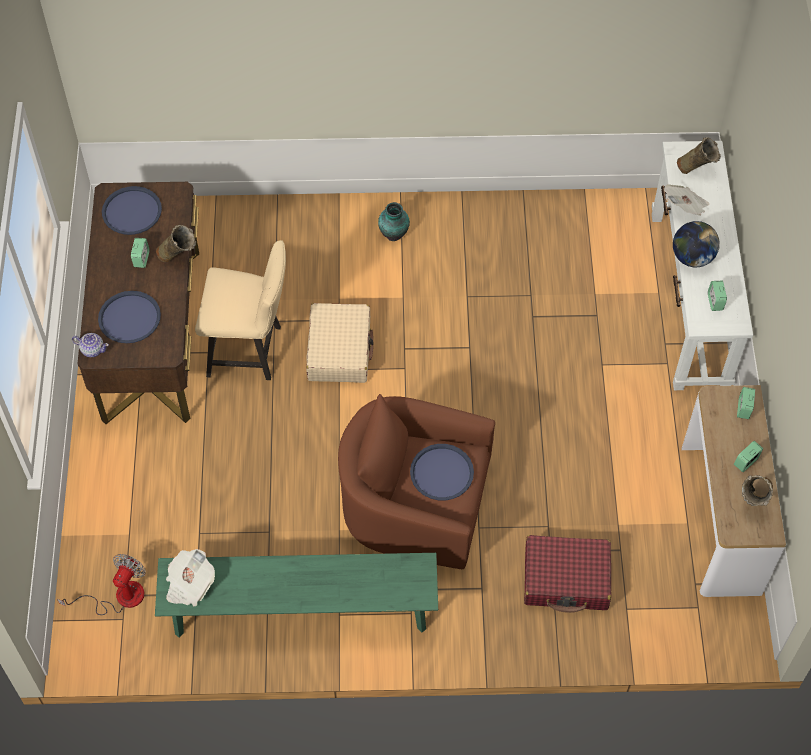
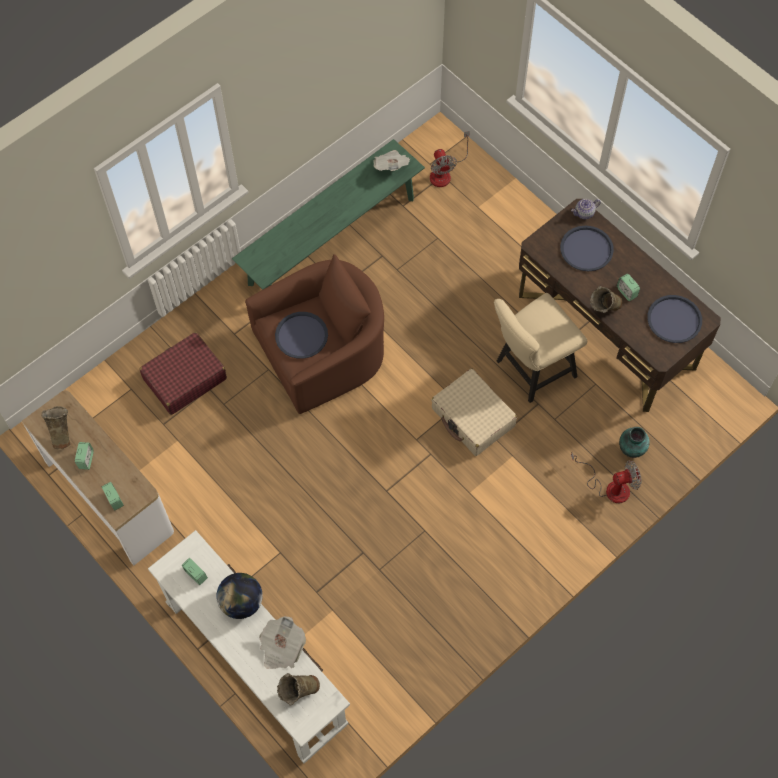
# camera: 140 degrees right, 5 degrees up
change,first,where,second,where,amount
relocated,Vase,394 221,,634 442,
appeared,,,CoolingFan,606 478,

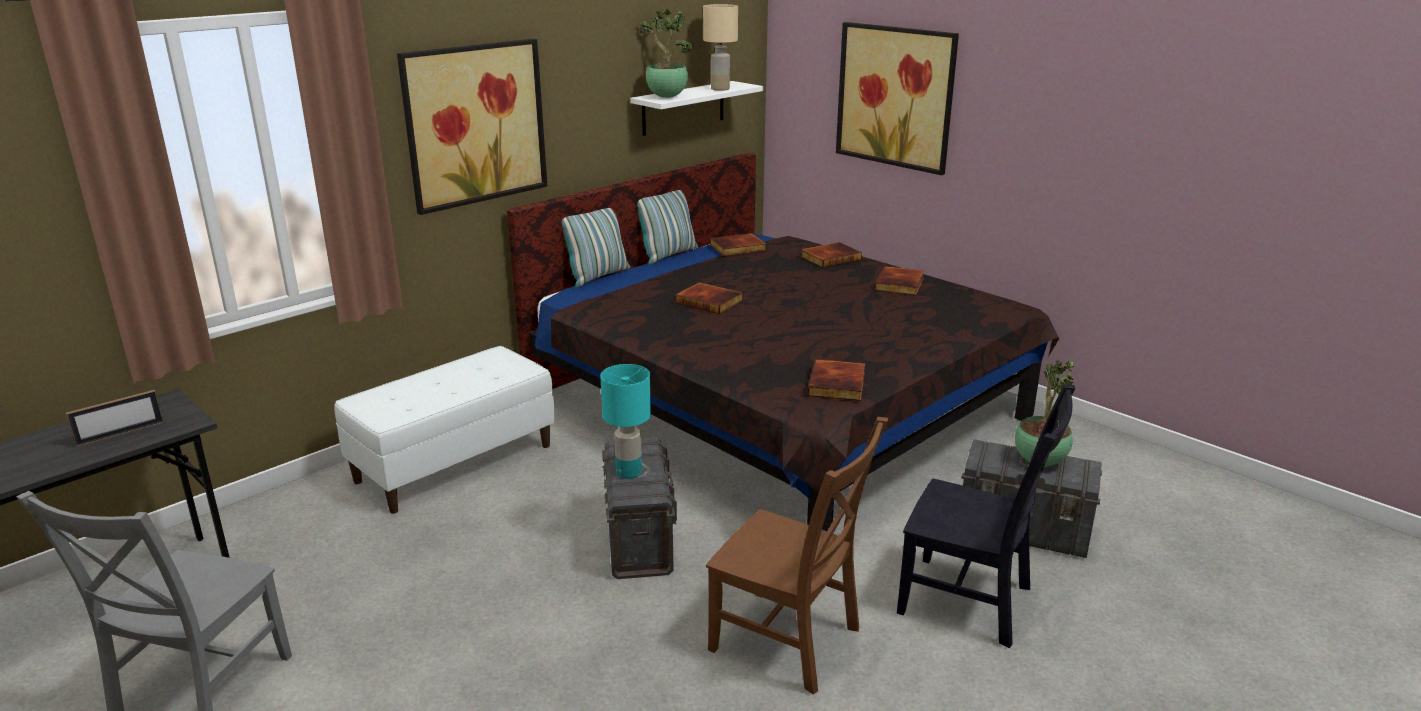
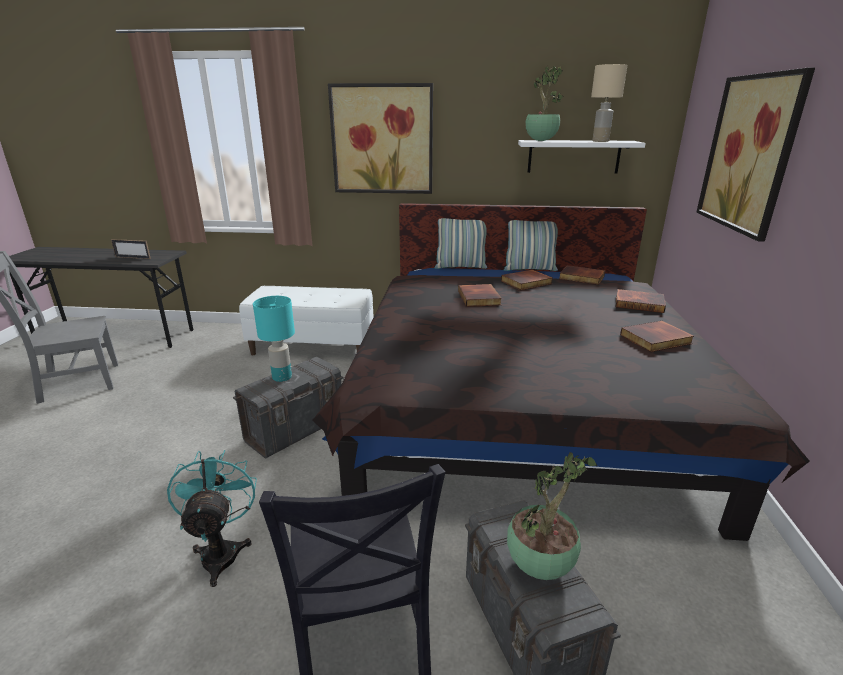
# camera: 50 degrees right, 0 degrees up
change,first,where,second,where,amount
exchanged,BrownishUprightChair,797 556,TurquoiseCoolingFan,212 518,
relocated,BoundBook,836 380,,527 280,

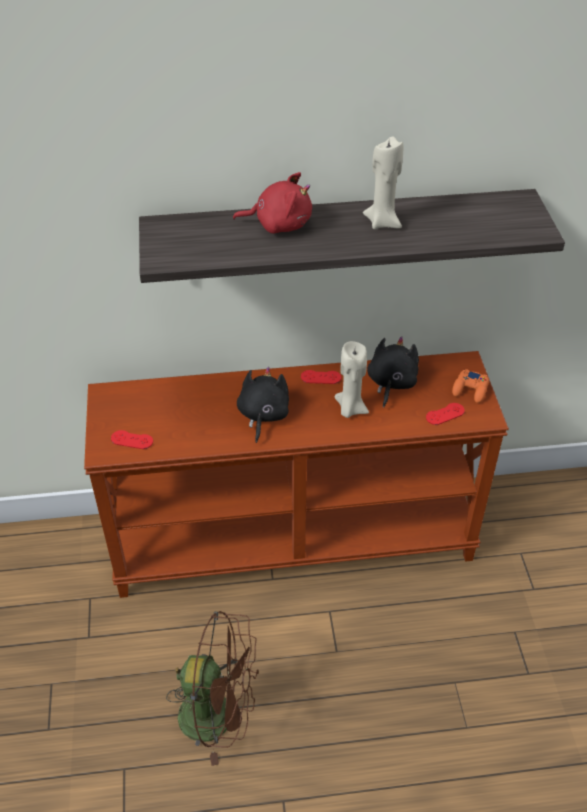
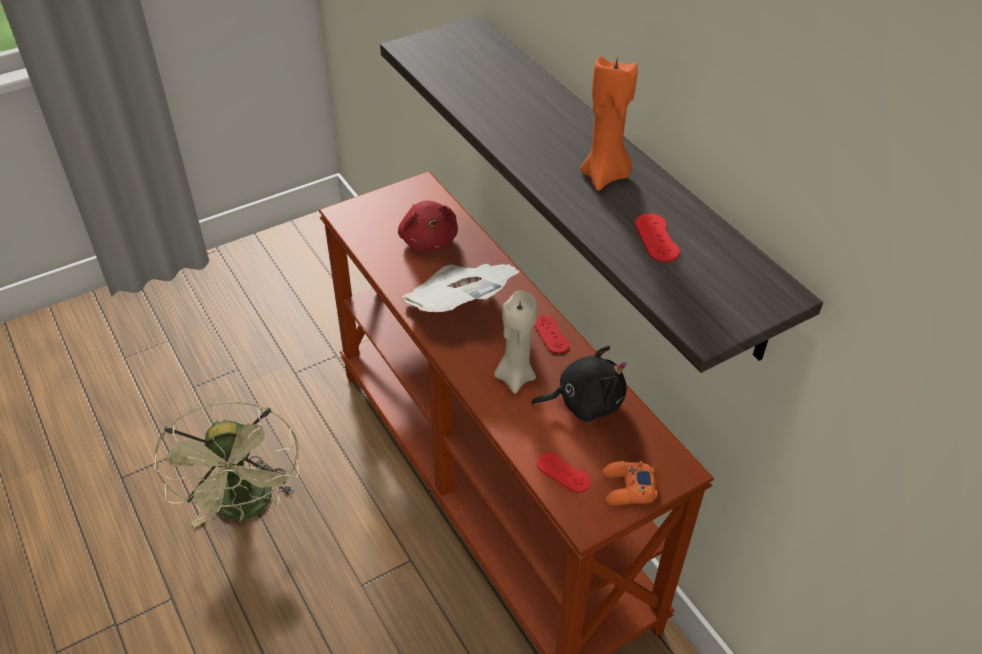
# camera: 65 degrees right, 0 degrees up
change,first,where,second,where,amount
relocated,RedColouredGamepad,132 439,,657 237,
colour,BrownishCoolingFan,212 688,GreenColouredCoolingFan,226 464,
relocated,RedColouredSoftToy,272 203,,428 226,
exchanged,BlackSoftToy,263 405,PrintedPaper,460 288,
colour,SandColouredWaxCandle,383 182,OrangeWaxCandle,609 123,

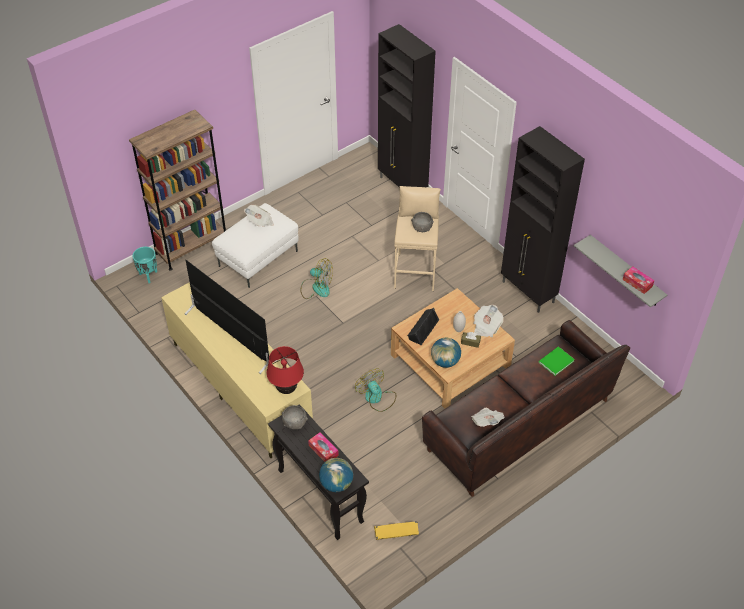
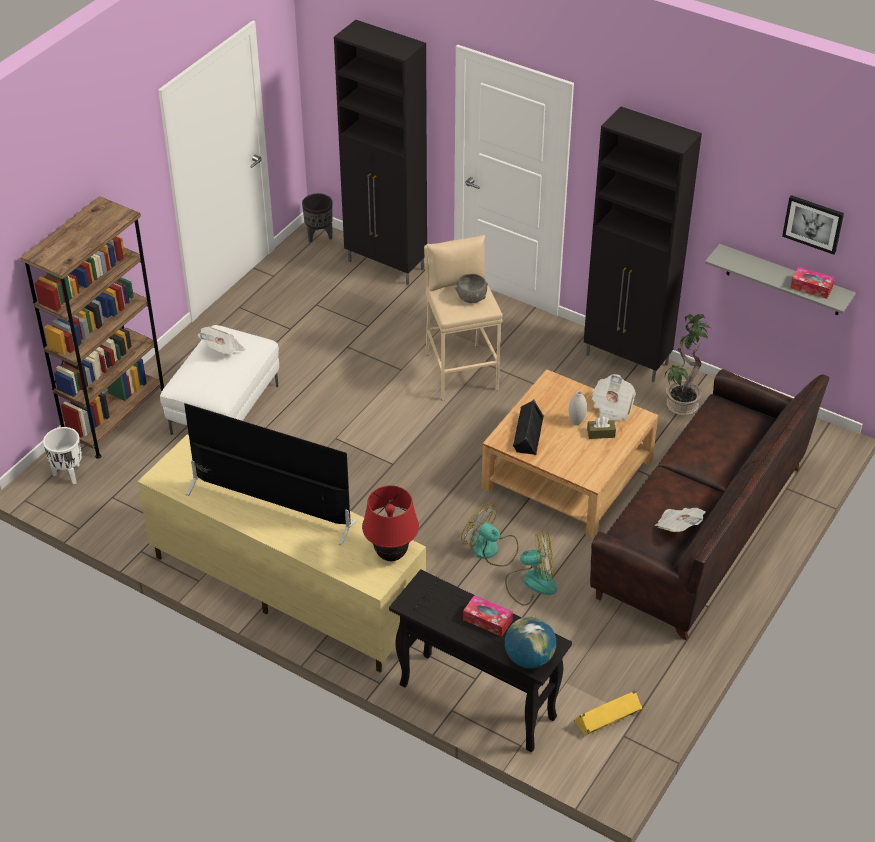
# camera: 20 degrees left, 5 degrees down
change,first,where,second,where,amount
colour,TurquoisePlantPot,144 265,WhitishPlantPot,62 455,
missing,GreyBowl,295 417,,,
relocated,CoolingFan,316 278,,531 568,
missing,DeskGlobe,446 353,,,
missing,GreenColouredBoundBook,557 361,,,
appeared,,,BlackPlantPot,317 218,
appeared,,,Houseplant,688 364,
appeared,,,WallPicture,813 225,

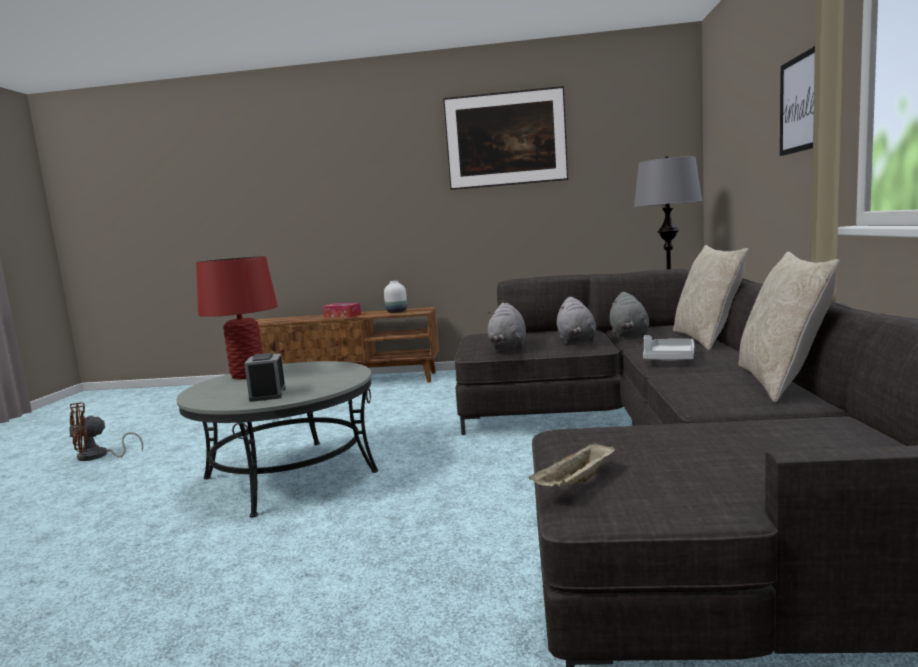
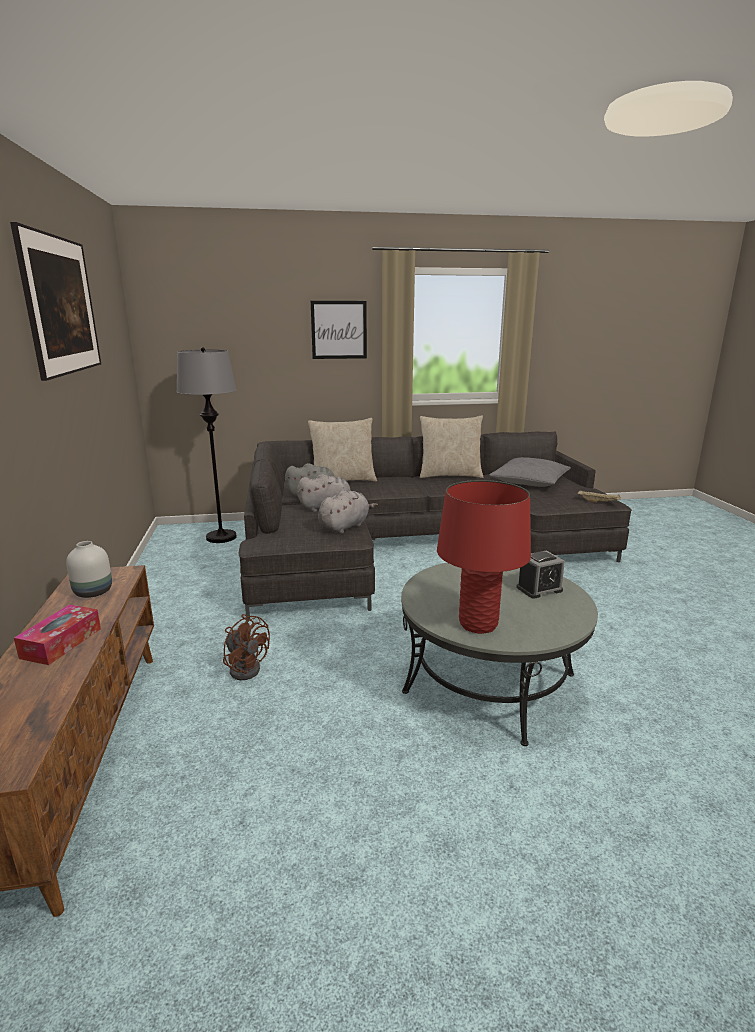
# camera: 105 degrees left, 10 degrees up
change,first,where,second,where,amount
relocated,BrownishCoolingFan,106 431,,246 647,
spun,GreySoftToy,507 326,,348 512,45 degrees counterclockwise
missing,GreyServingTray,668 348,,,
appeared,,,GreyThrowPillow,530 472,

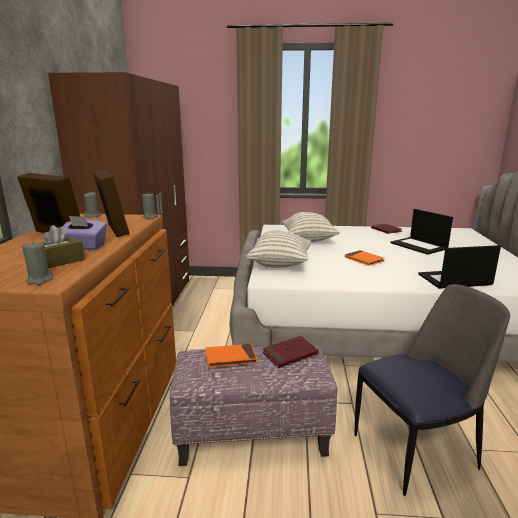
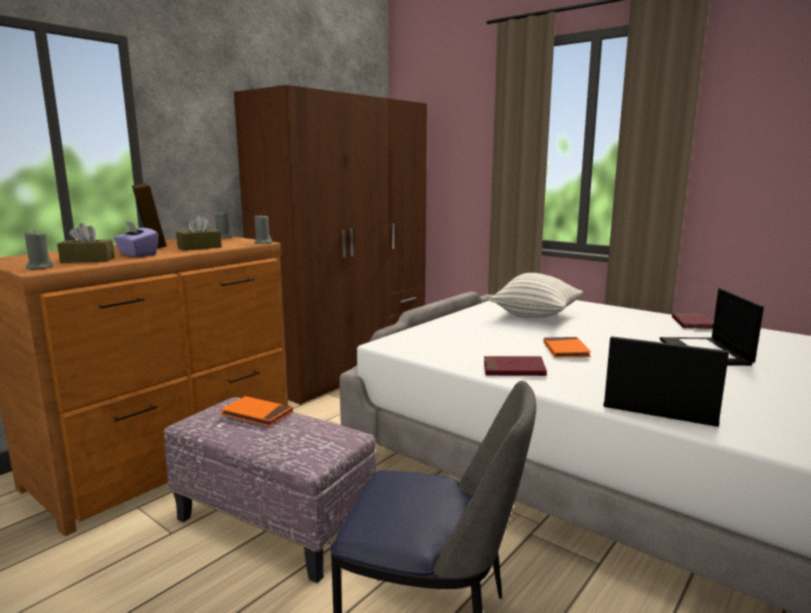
# camera: 35 degrees right, 5 degrees down
change,first,where,second,where,amount
exchanged,StandingFrame,111 203,BrownishBoxOfTissues,199 233,
missing,ThrowPillow,278 249,,,
relocated,RedColouredBoundBook,291 352,,515 366,

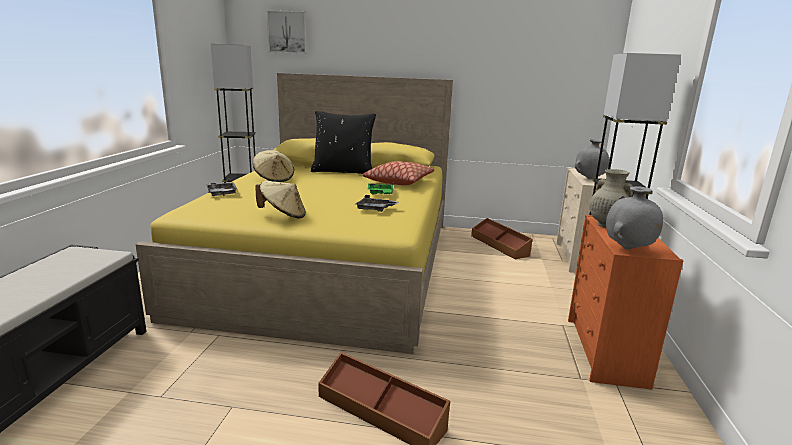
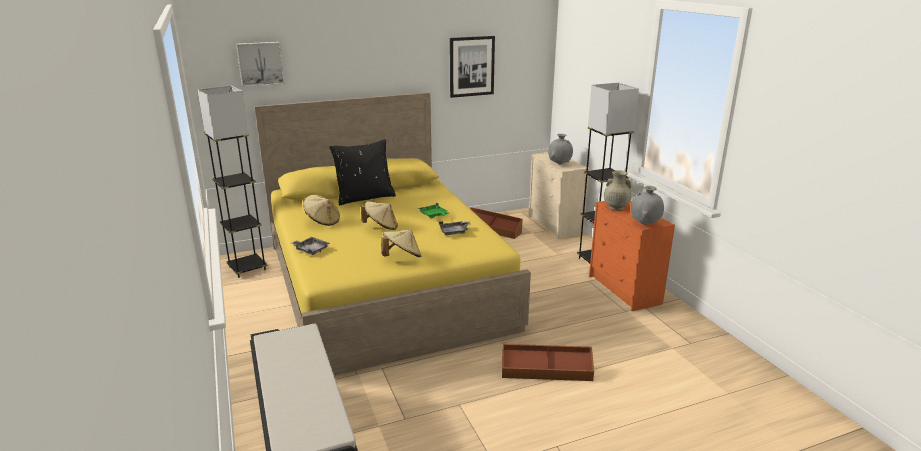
# camera: 30 degrees left, 5 degrees up
change,first,where,second,where,amount
missing,ThrowPillow,398 173,,,
appeared,,,SandColouredWearableHat,379 215,
appeared,,,WallPicture,472 67,

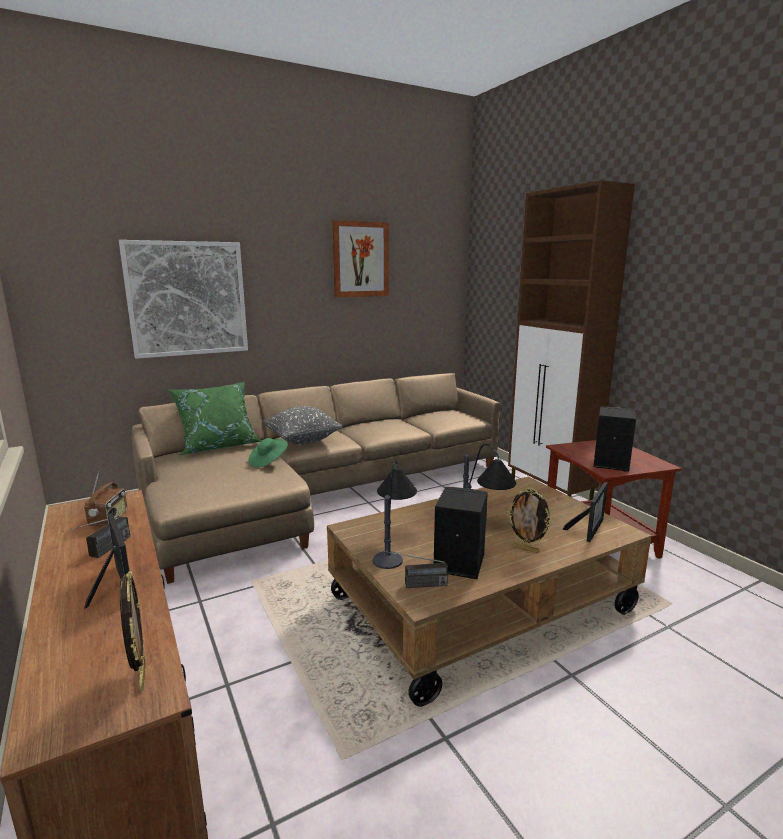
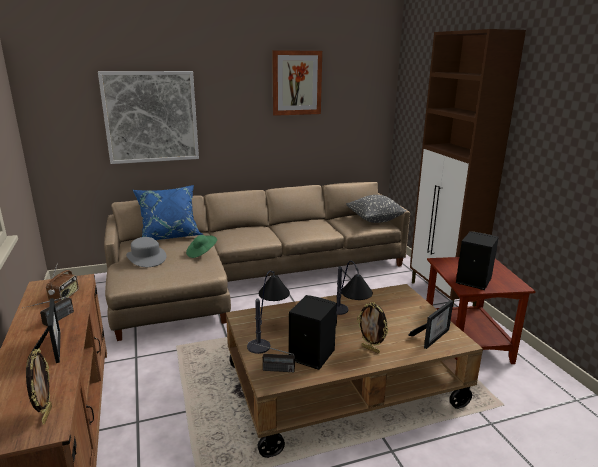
# camera: 10 degrees right, 5 degrees up
change,first,where,second,where,amount
colour,GreenColouredThrowPillow,214 418,BluishThrowPillow,168 212,
relocated,GreyThrowPillow,303 425,,376 209,
appeared,,,GreyWearableHat,146 252,

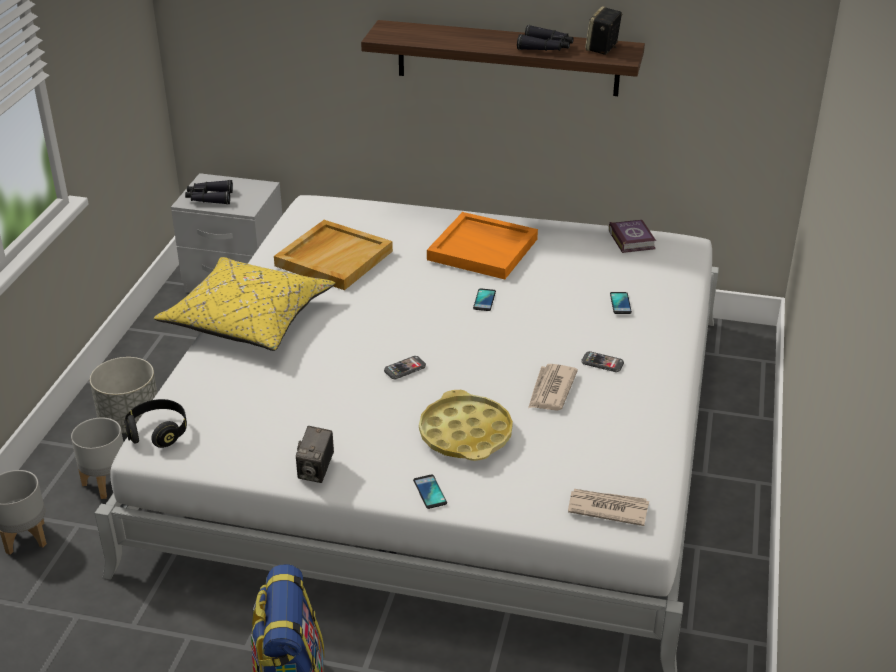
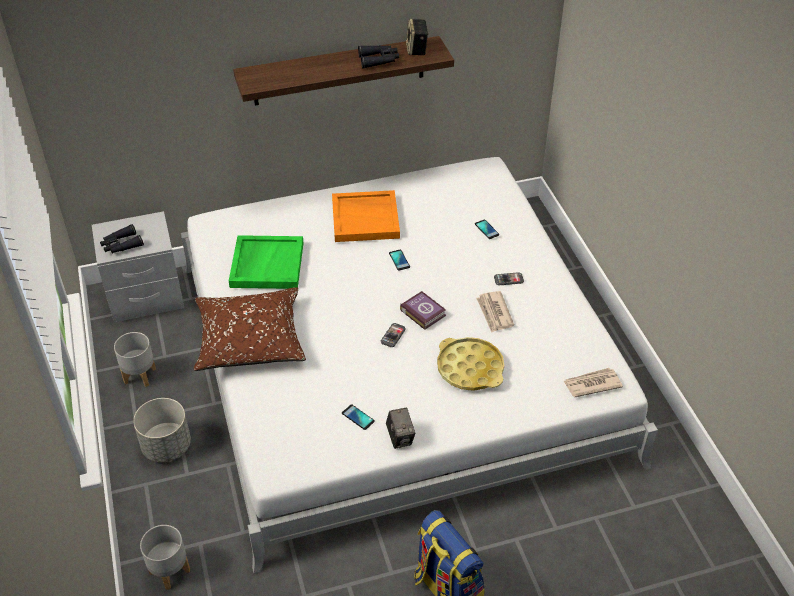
# camera: 30 degrees left, 10 degrees up
change,first,where,second,where,amount
relocated,GreyPlantPot,97 458,,135 359,
missing,BlackPairOfHeadphones,155 423,,,
colour,YellowColouredThrowPillow,244 304,BrownishThrowPillow,250 329,
colour,SandColouredServingTray,333 255,GreenColouredServingTray,266 262,
relocated,Handset,430 492,,358 417,
relocated,BoundBook,632 236,,423 310,

